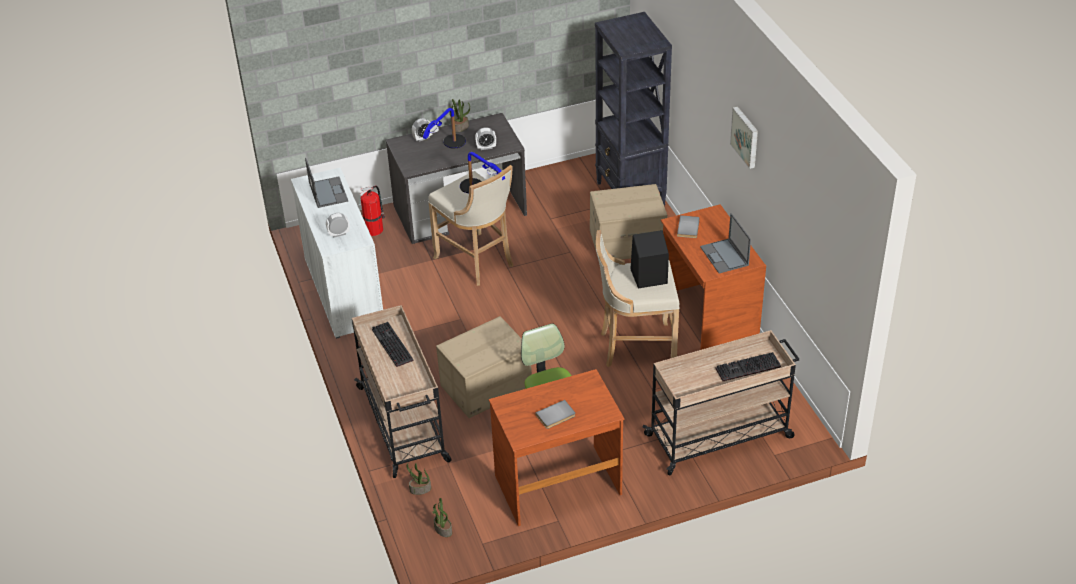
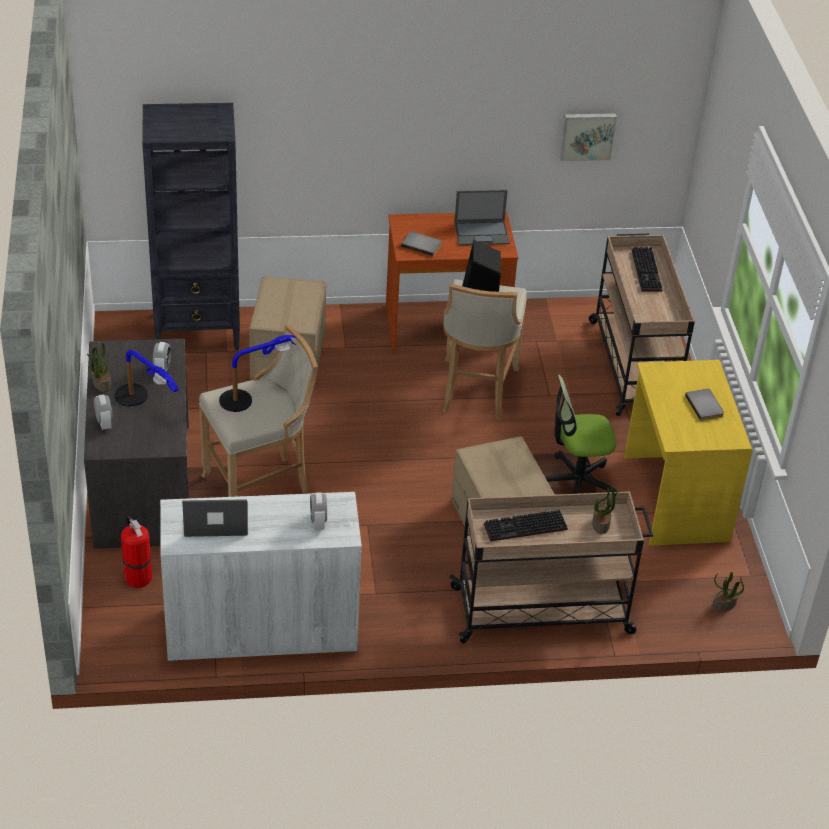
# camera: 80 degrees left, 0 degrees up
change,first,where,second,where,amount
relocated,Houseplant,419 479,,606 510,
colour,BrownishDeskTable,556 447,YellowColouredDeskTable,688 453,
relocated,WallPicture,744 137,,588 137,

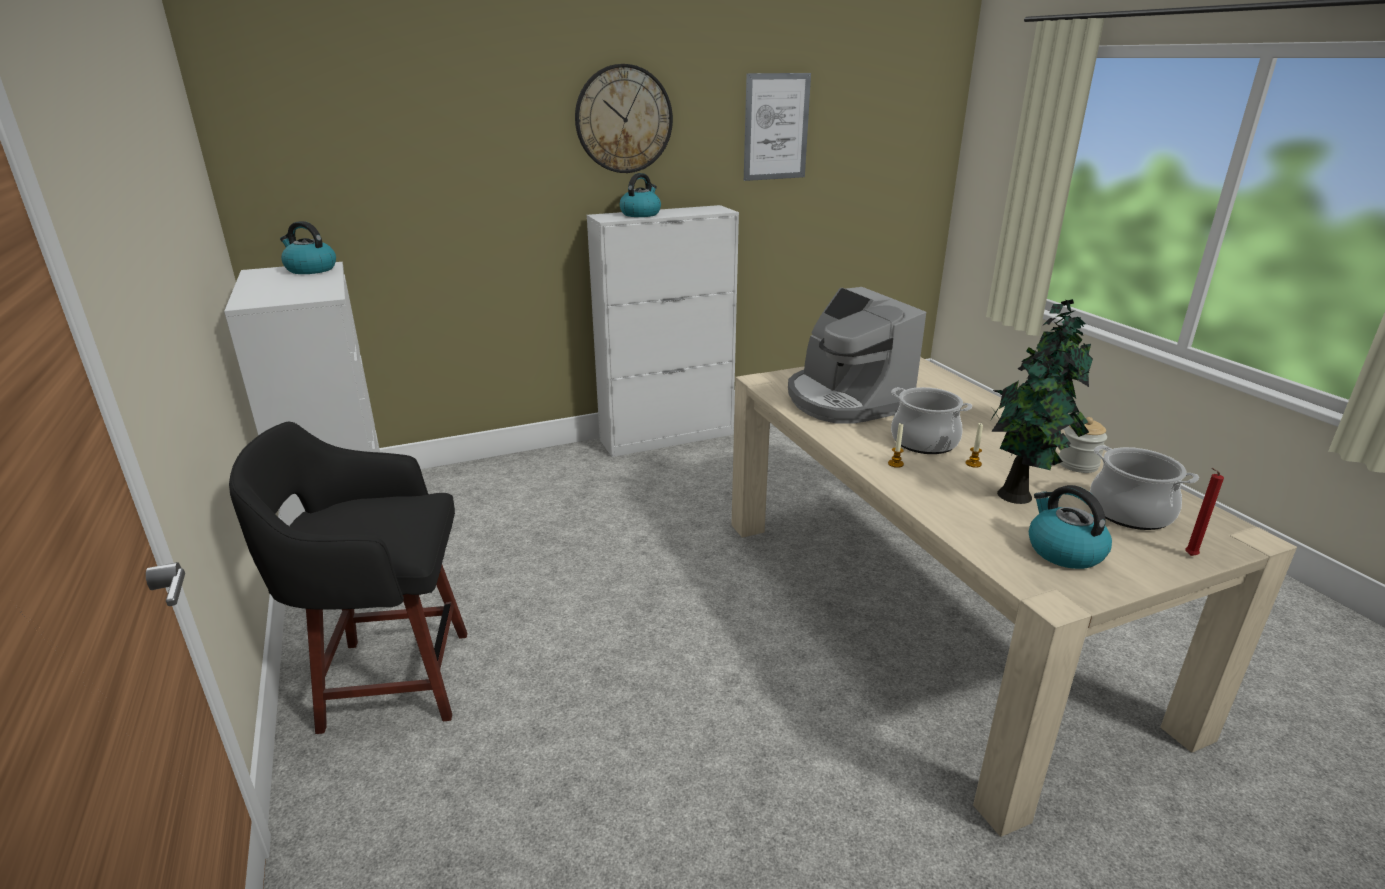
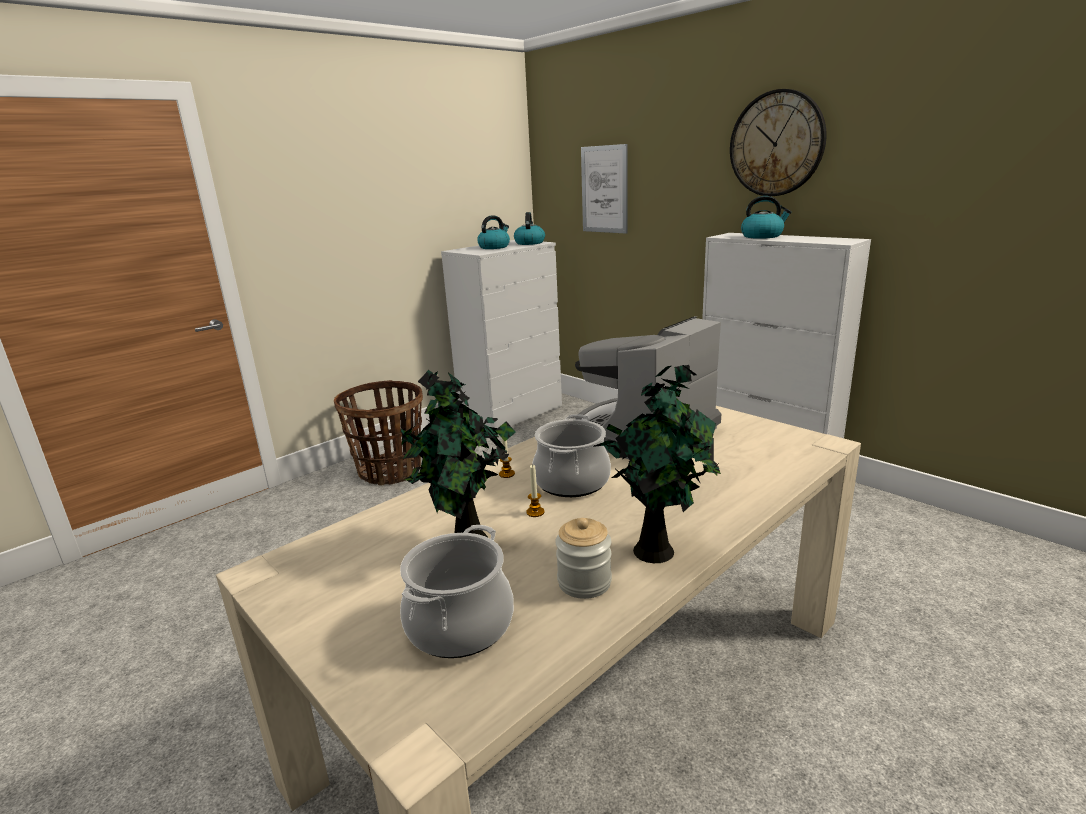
# camera: 70 degrees right, 5 degrees down
change,first,where,second,where,amount
exchanged,BlackStool,348 578,Basket,378 433,
relocated,WallPicture,777 127,,604 189,
relocated,TeaKettle,1070 527,,493 232,
missing,RedColouredWaxCandle,1204 512,,,

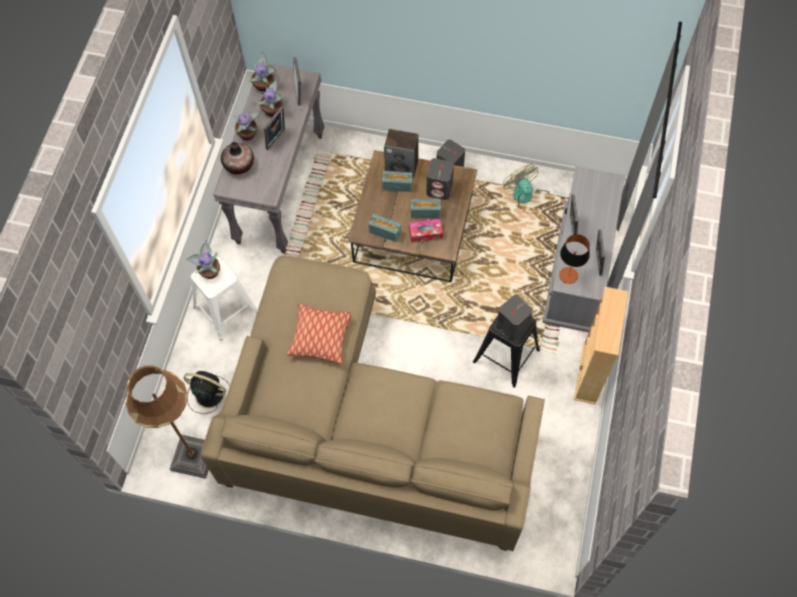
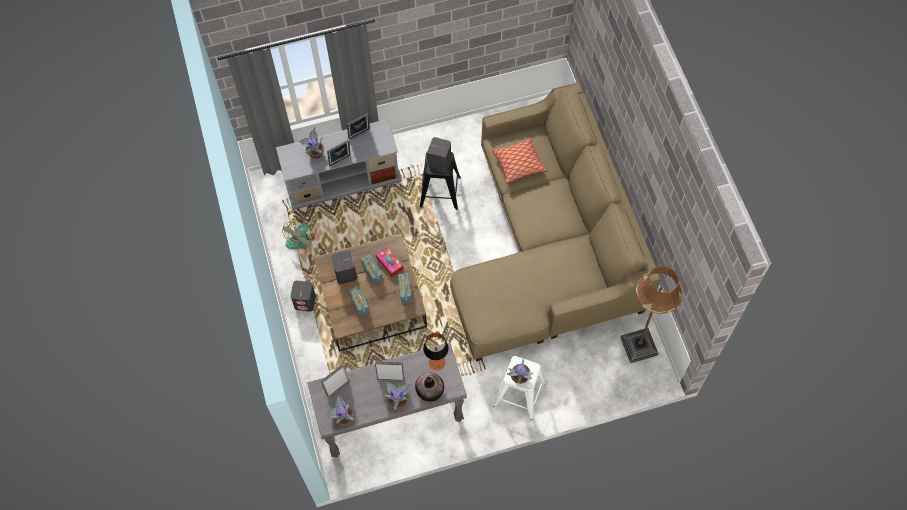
# camera: 120 degrees left, 0 degrees up
change,first,where,second,where,amount
missing,BlackCoolingFan,206 392,,,
relocated,Houseplant,269 97,,311 143,
relocated,ThrowPillow,319 334,,519 160,
missing,Loudspeaker,401 153,,,
relocated,LampForATable,574 259,,436 351,
missing,SandColouredBookcase,601 345,,,

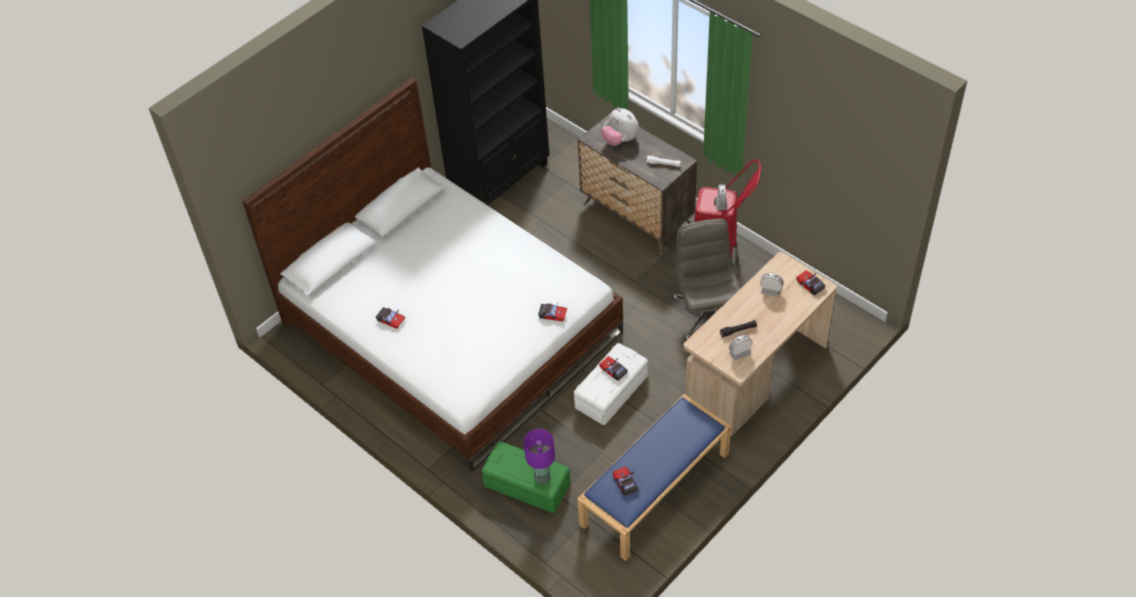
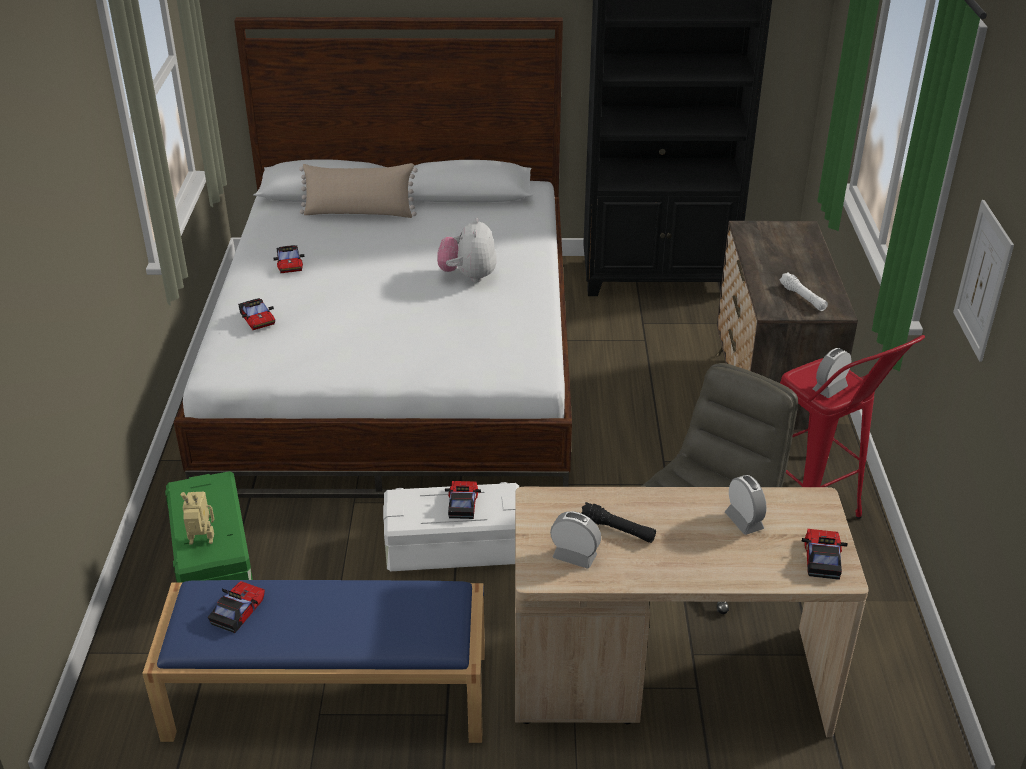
# camera: 45 degrees right, 15 degrees down
change,first,where,second,where,amount
exchanged,PurplishLampForATable,539 456,RobotFigure,197 518,
relocated,ModelCar,552 312,,256 314,
relocated,SoftToy,620 127,,467 250,
appeared,,,SandColouredThrowPillow,358 190,
appeared,,,WallPicture,983 281,

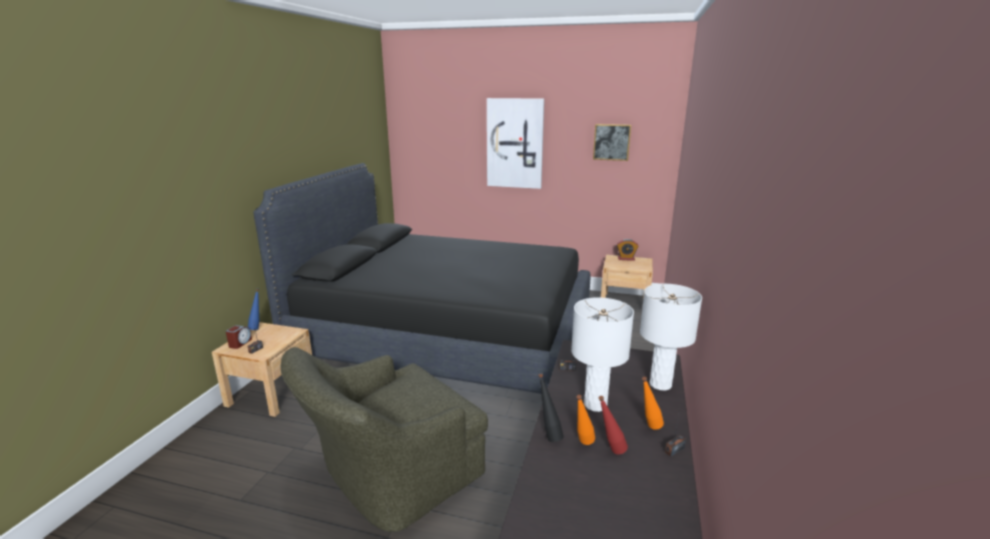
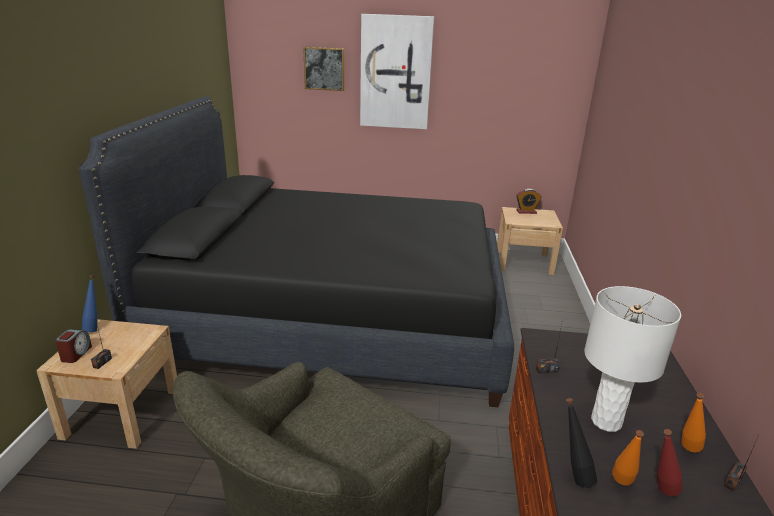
# camera: 10 degrees left, 5 degrees up
change,first,where,second,where,amount
relocated,WallPicture,612 142,,323 69,
missing,WhitishLampForATable,671 337,,,

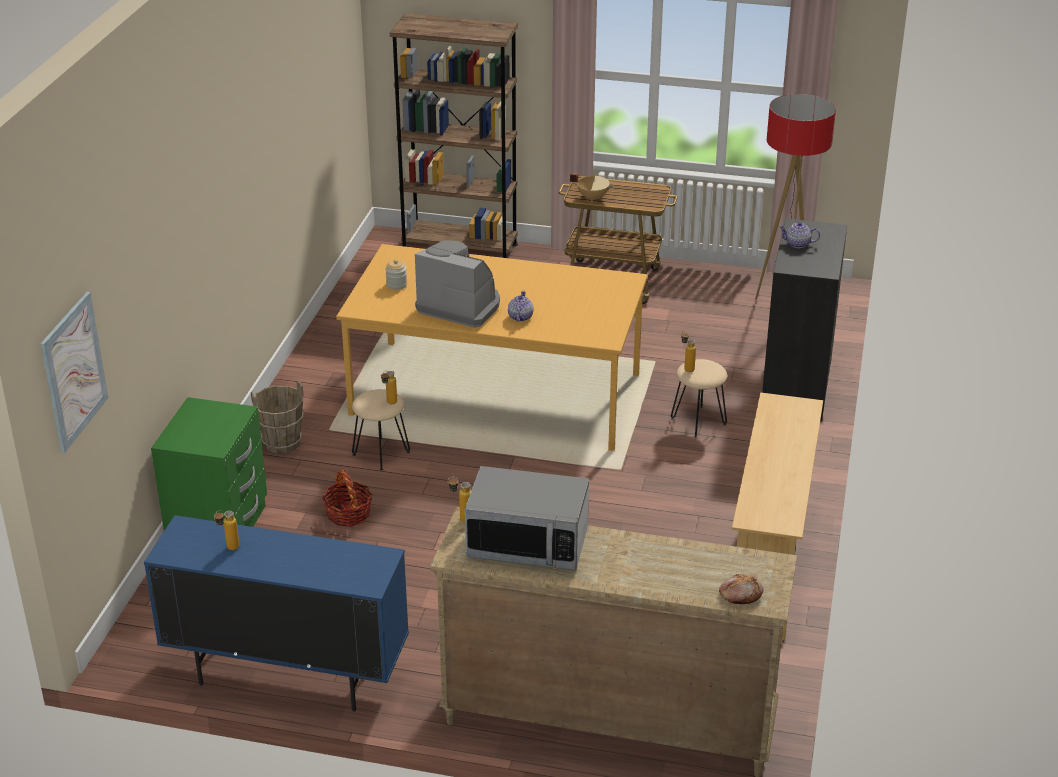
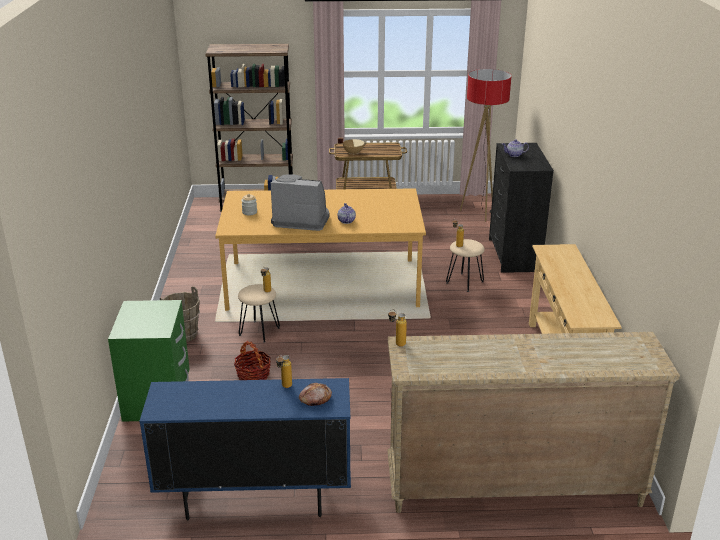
# camera: 15 degrees left, 5 degrees down
change,first,where,second,where,amount
missing,WallPicture,74 372,,,
relocated,DrinkBottle,226 530,,284 371,
missing,KitchenMicrowave,527 518,,,
relocated,BakeryBread,741 589,,315 394,

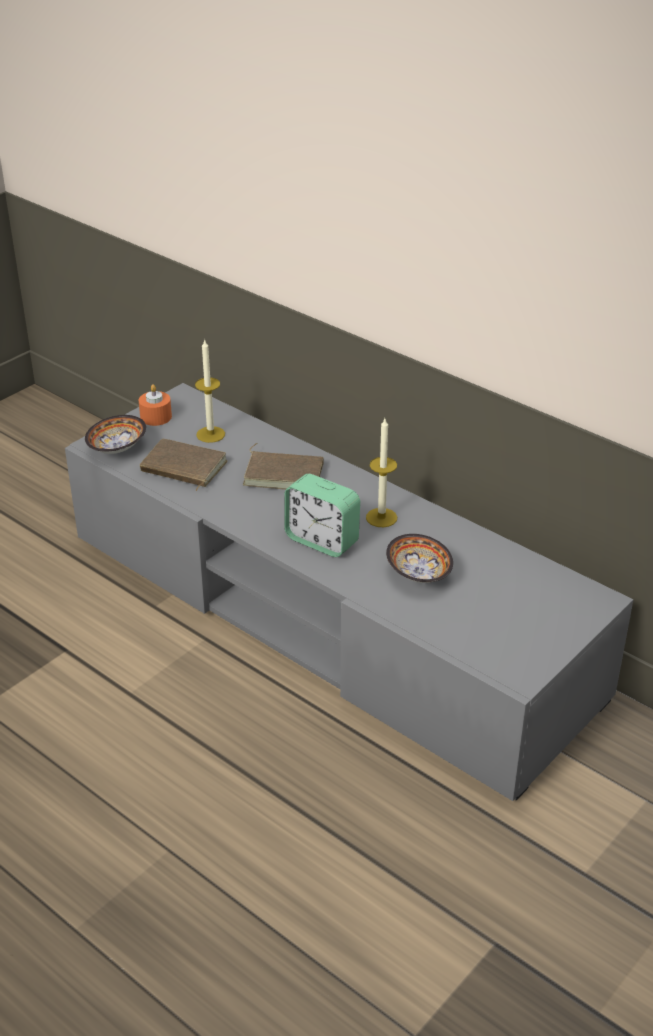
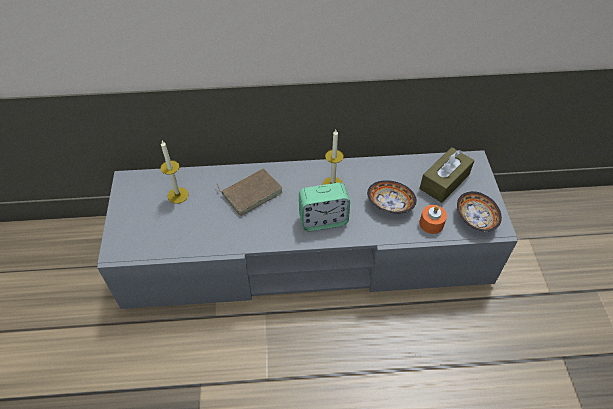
# camera: 45 degrees left, 15 degrees up
change,first,where,second,where,amount
relocated,Bowl,115 434,,479 211,
relocated,OrangeWaxCandle,155 405,,433 219,
missing,BrownishBoundBook,184 465,,,
appeared,,,BrownishBoxOfTissues,447 175,

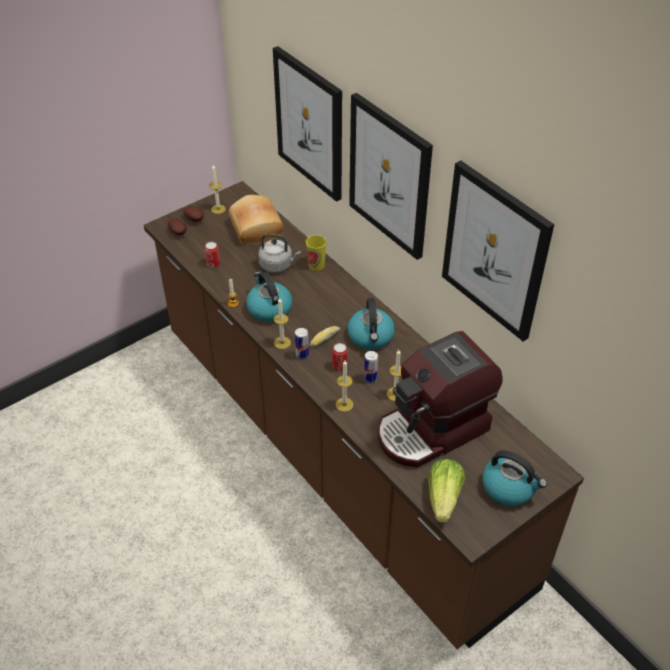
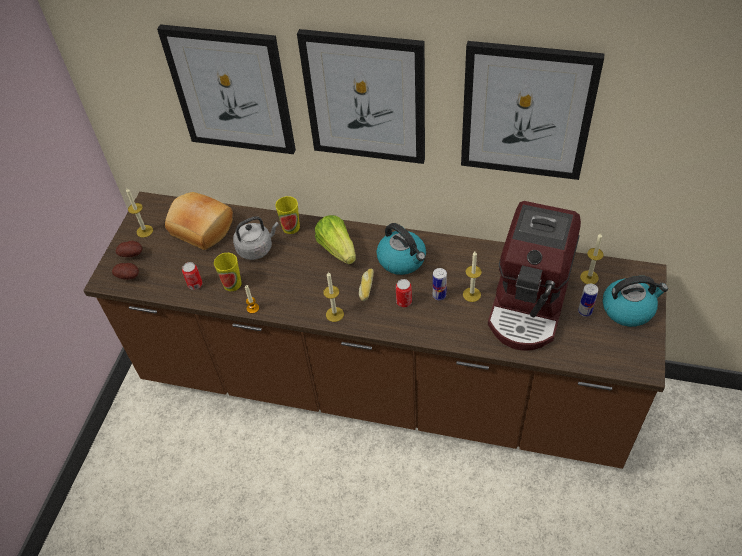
# camera: 35 degrees left, 5 degrees up
change,first,where,second,where,amount
missing,TeaKettle,269 296,,,
relocated,SealedCan,302 344,,588 300,
relocated,WaxCandle,344 386,,592 258,
relocated,Lettuce,447 491,,335 239,
appeared,,,SmallCup,228 272,

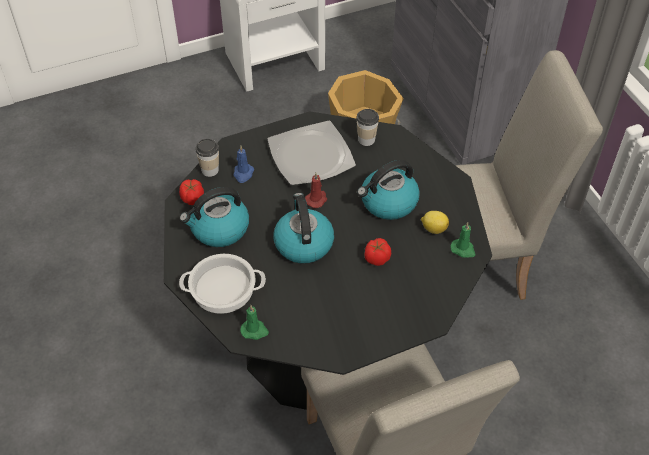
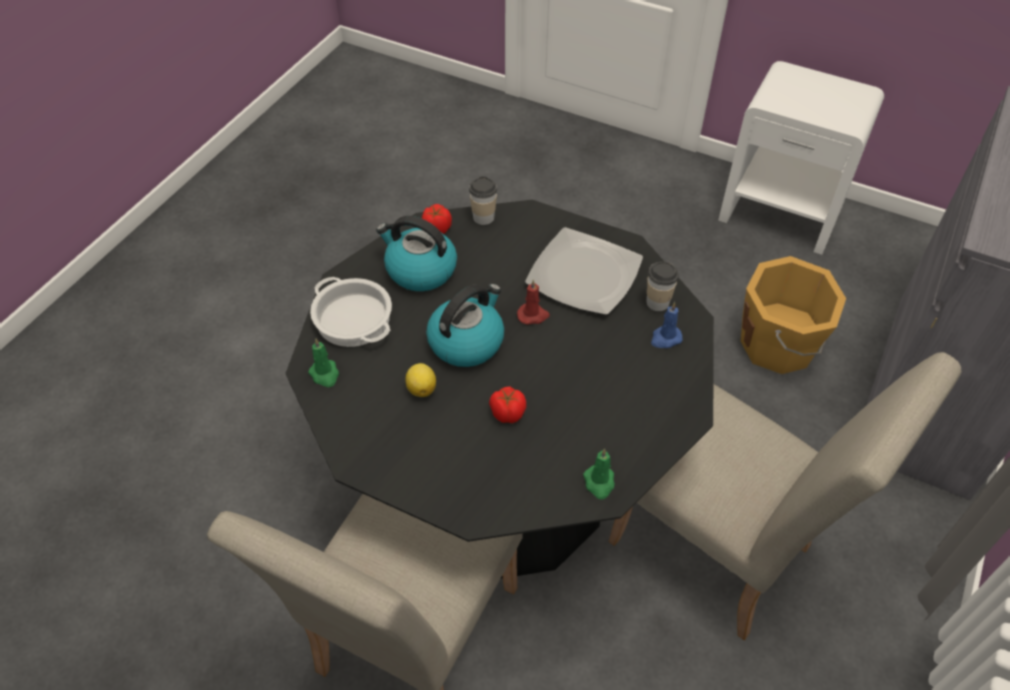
# camera: 50 degrees right, 0 degrees up
change,first,where,second,where,amount
relocated,BluishWaxCandle,244 164,,666 325,
missing,TeaKettle,388 190,,,
relocated,Lemon,435 222,,420 380,

